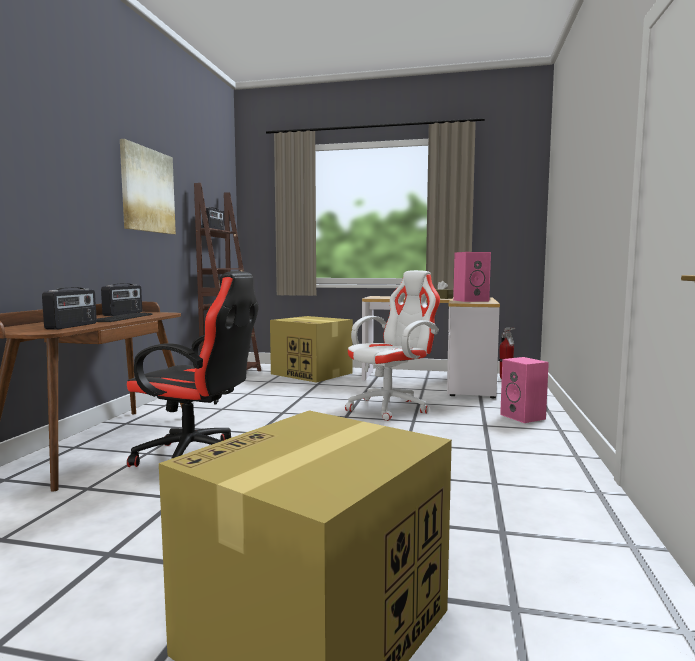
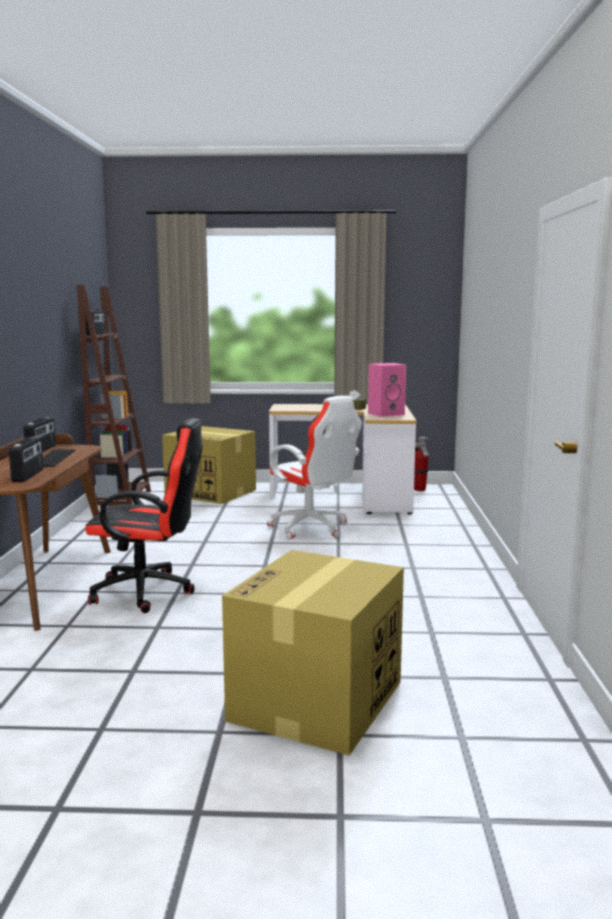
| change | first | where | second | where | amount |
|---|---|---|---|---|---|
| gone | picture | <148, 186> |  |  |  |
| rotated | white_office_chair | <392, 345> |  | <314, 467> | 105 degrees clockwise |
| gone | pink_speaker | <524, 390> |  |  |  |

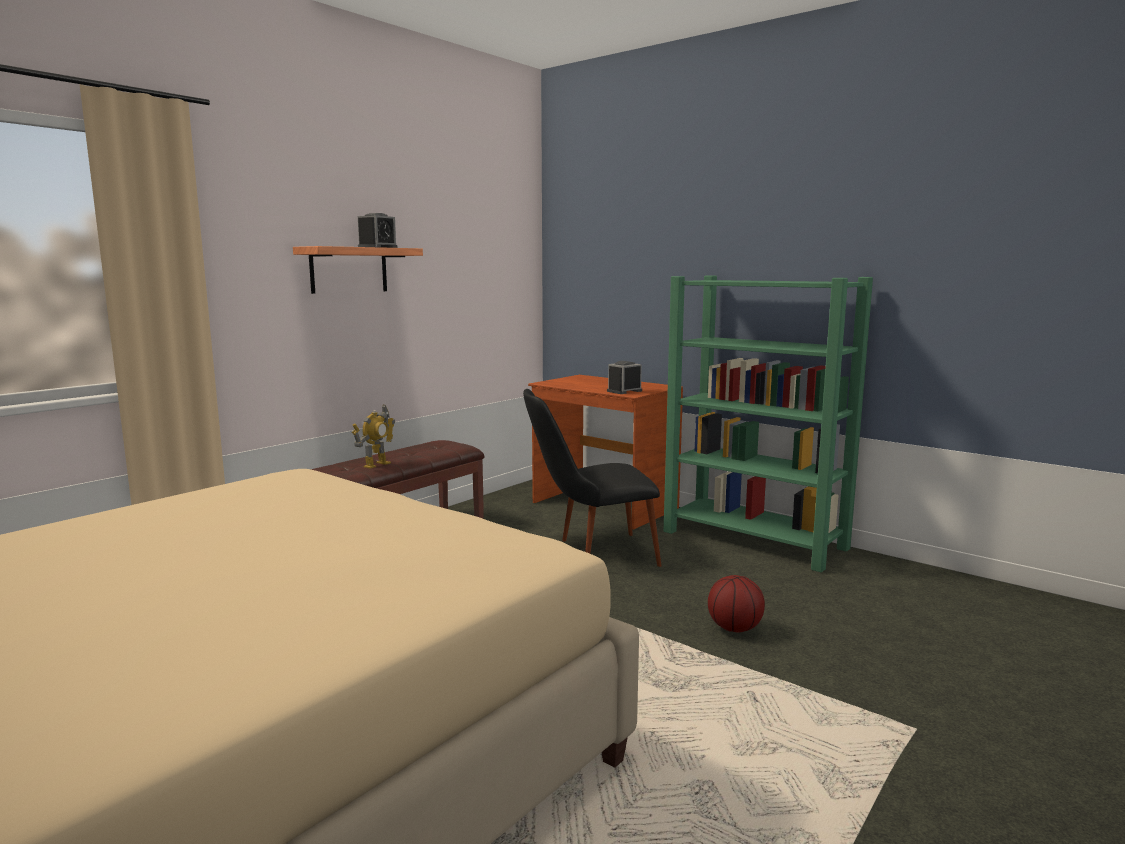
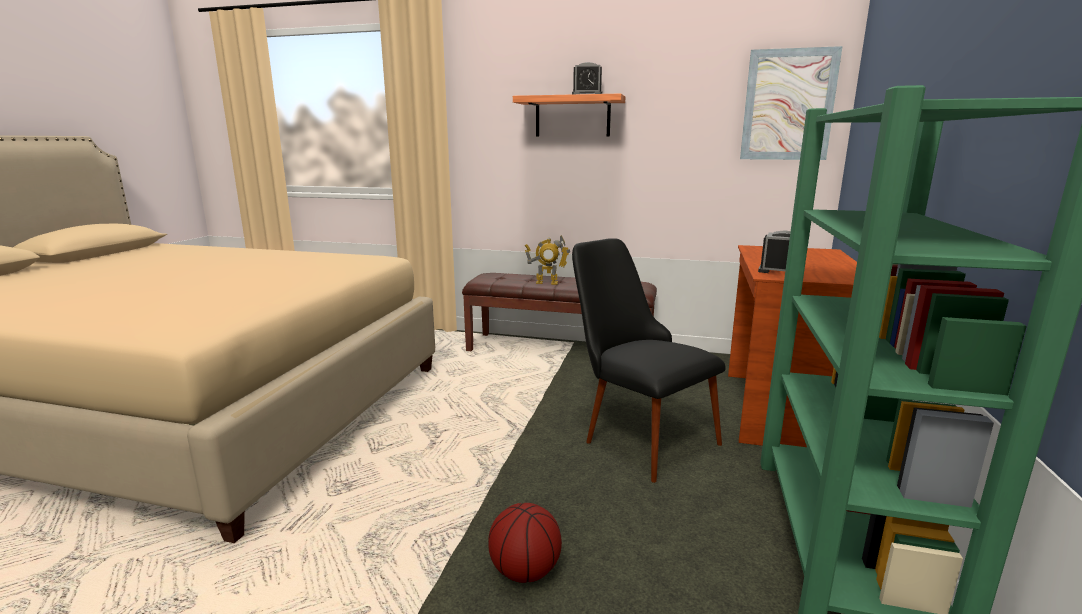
| change | first | where | second | where | amount |
|---|---|---|---|---|---|
| new |  |  | picture | <791, 103> |  |

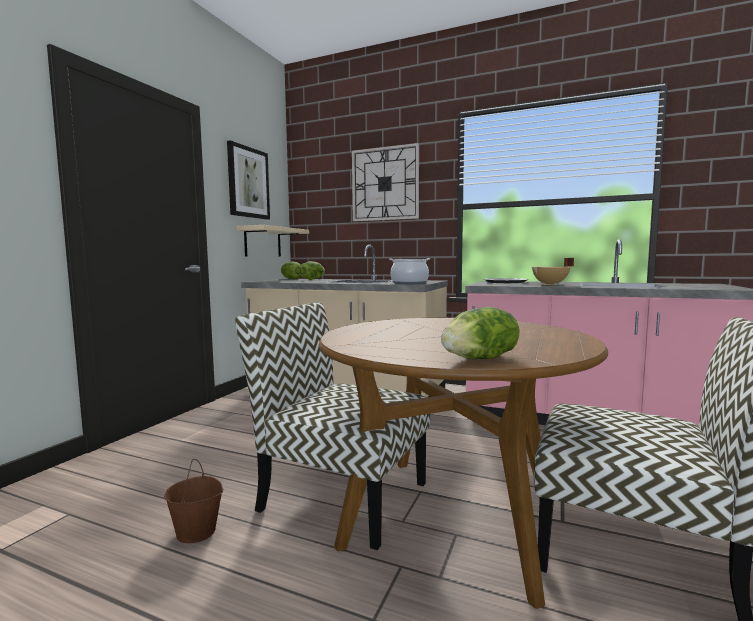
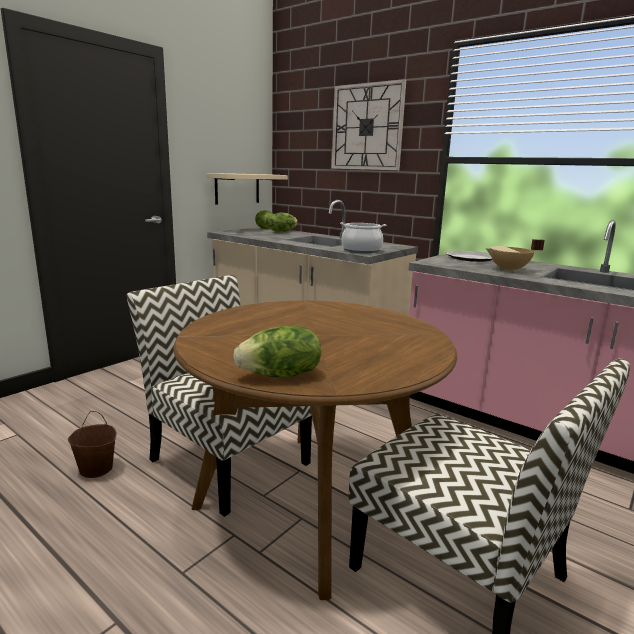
| change | first | where | second | where | amount |
|---|---|---|---|---|---|
| gone | picture | <248, 180> |  |  |  |

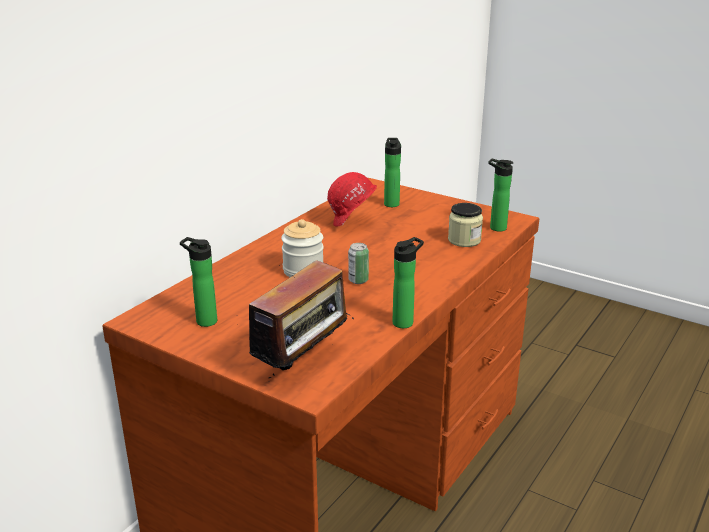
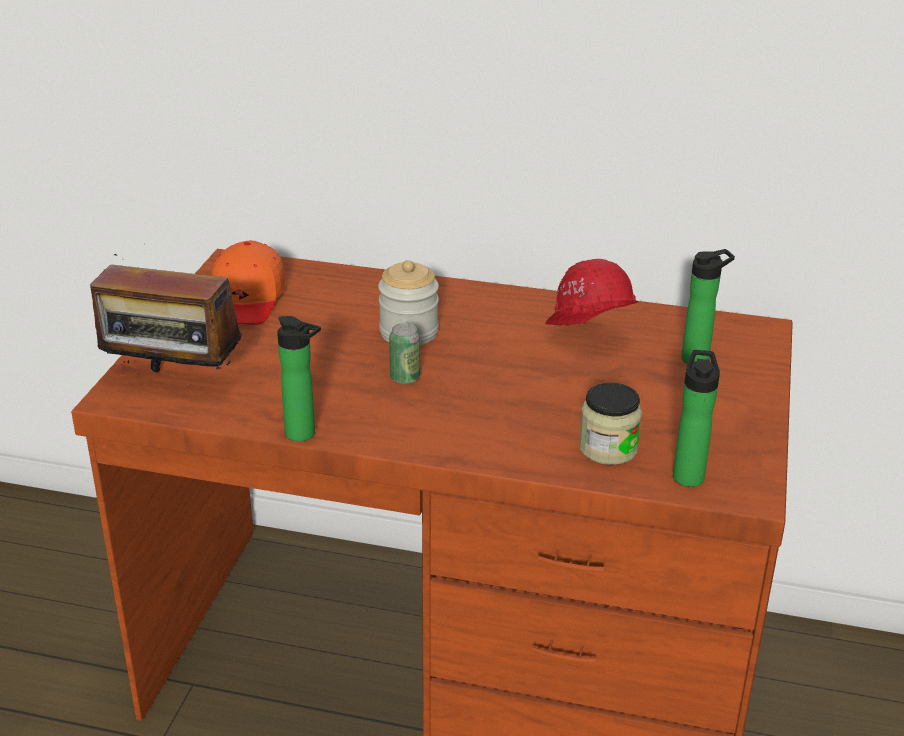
| change | first | where | second | where | amount |
|---|---|---|---|---|---|
| swapped | bottle | <198, 282> | orange_cap | <248, 282> |  |

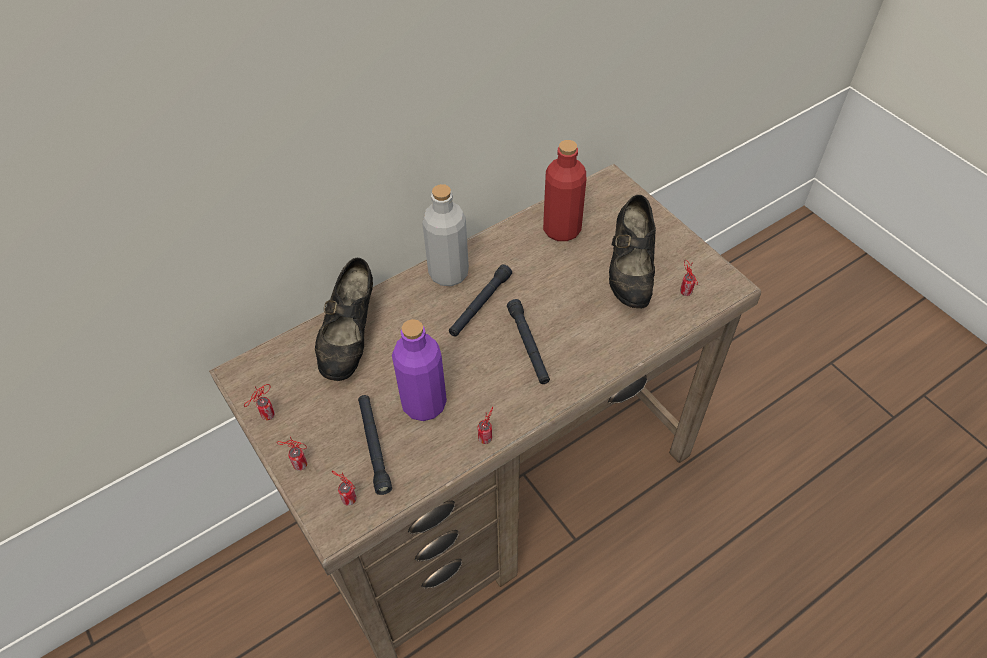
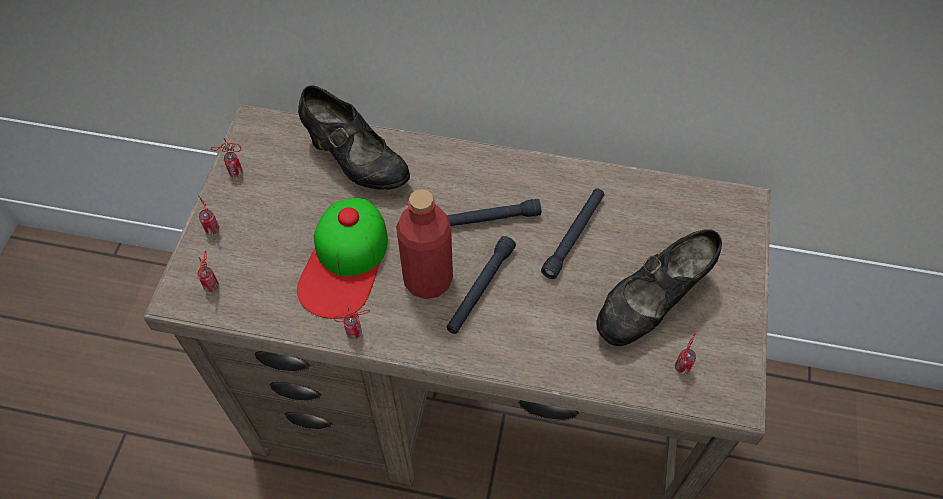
| change | first | where | second | where | amount |
|---|---|---|---|---|---|
| shifted | red_bottle | <564, 190> |  | <424, 244> |  |
| gone | grey_bottle | <445, 235> |  |  |  |
| rotated | black_shoe | <344, 319> |  | <354, 138> | 105 degrees counterclockwise |
| swapped | purple_bottle | <419, 370> | cap | <342, 258> |  |
| shifted | black_flashlight | <375, 445> |  | <572, 234> |  |

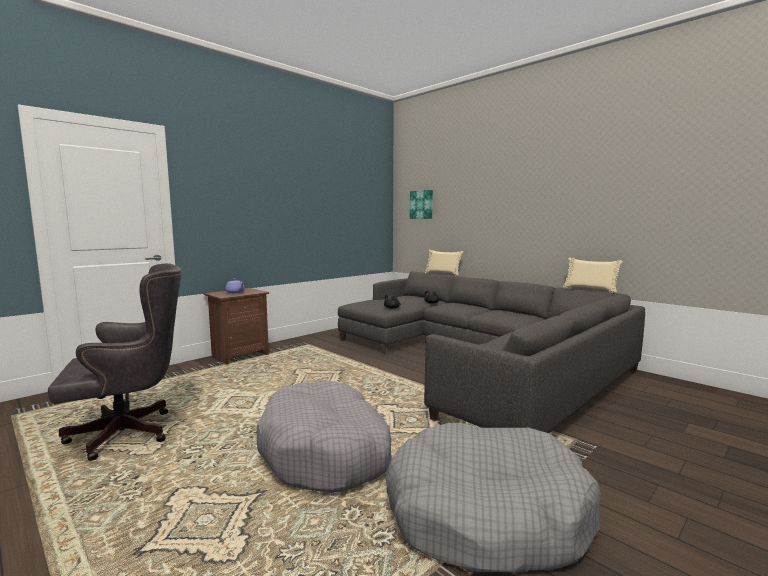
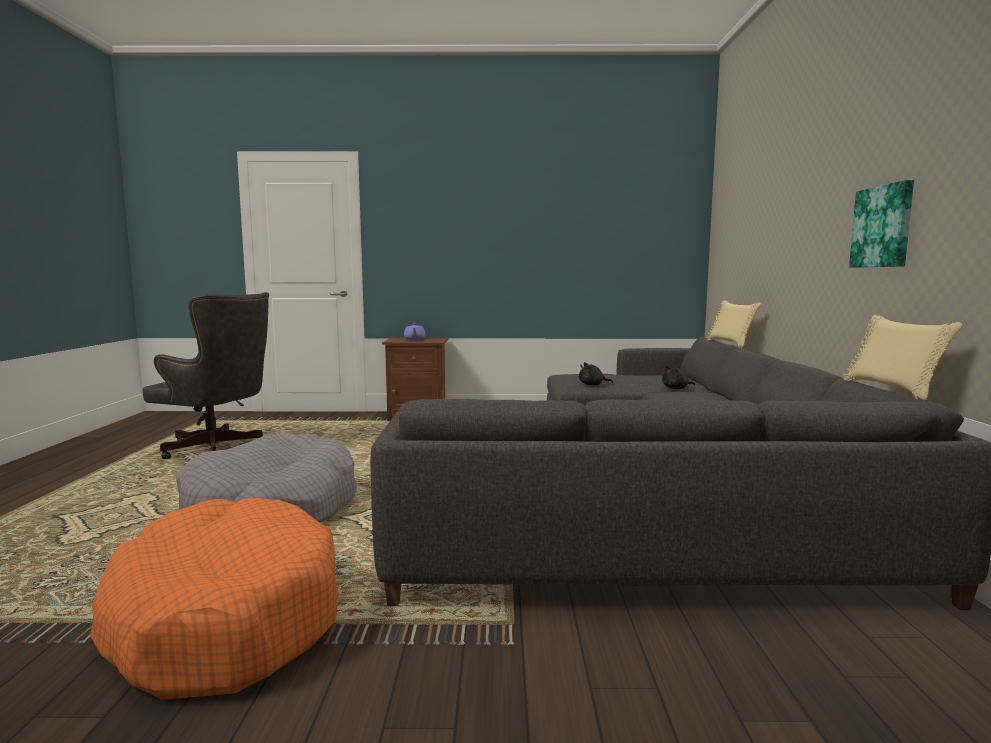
| change | first | where | second | where | amount |
|---|---|---|---|---|---|
| shifted | picture | <421, 204> |  | <881, 224> |  |
| repainted | grey_dog_bed | <493, 498> | orange_dog_bed | <214, 599> |  |

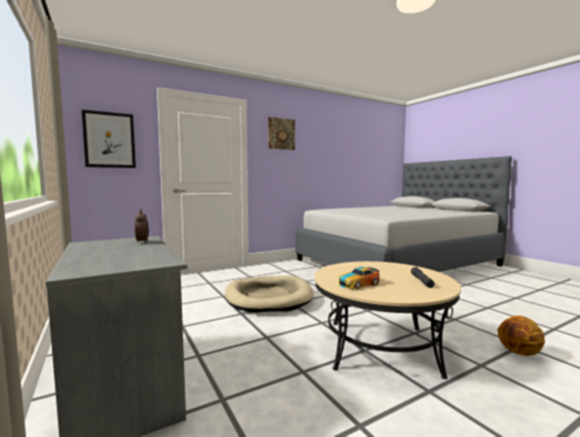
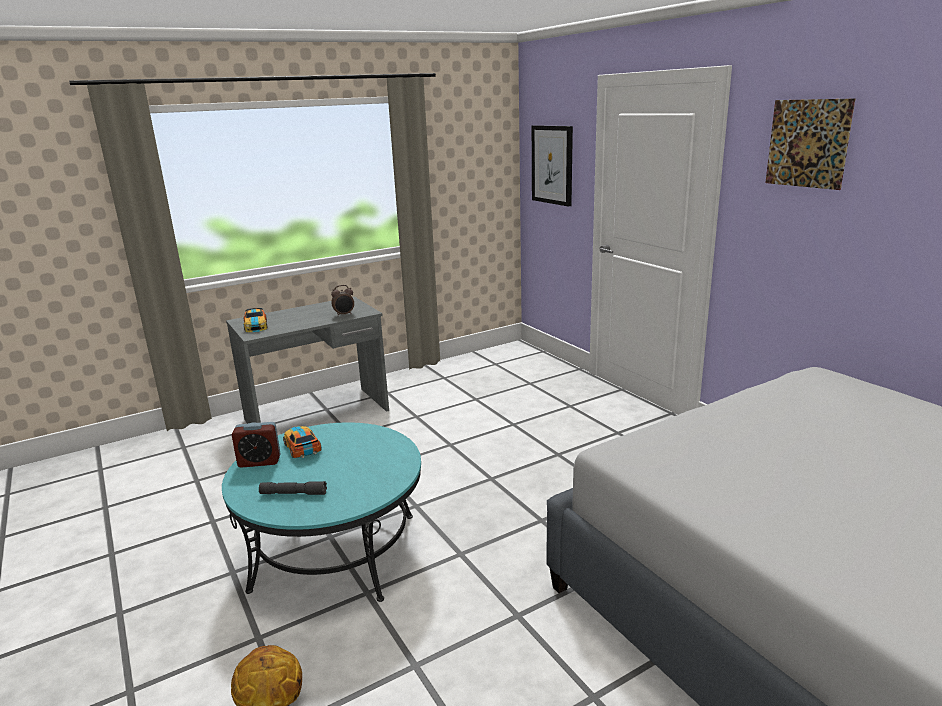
| change | first | where | second | where | amount |
|---|---|---|---|---|---|
| repainted | beige_coffee_table | <388, 320> | turquoise_coffee_table | <321, 512> |  |
| gone | beige_dog_bed | <269, 294> |  |  |  |
| new |  |  | toy_car | <255, 320> |  |
| new |  |  | alarm_clock | <256, 445> |  |

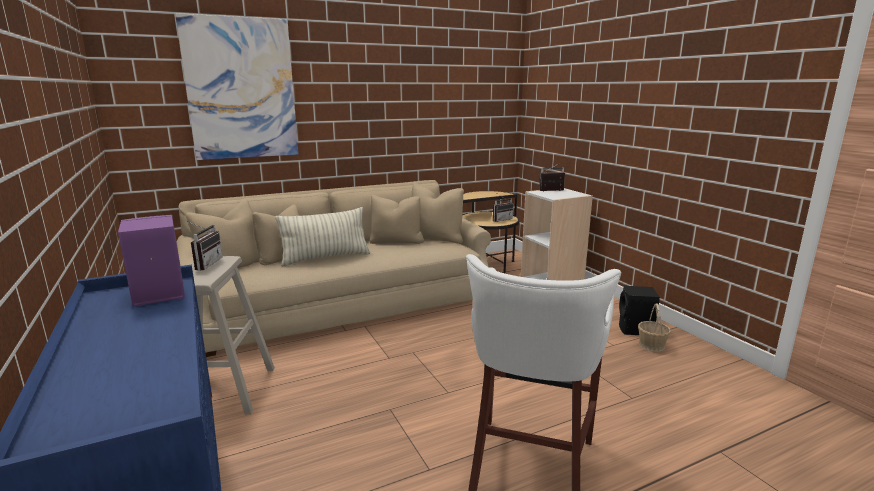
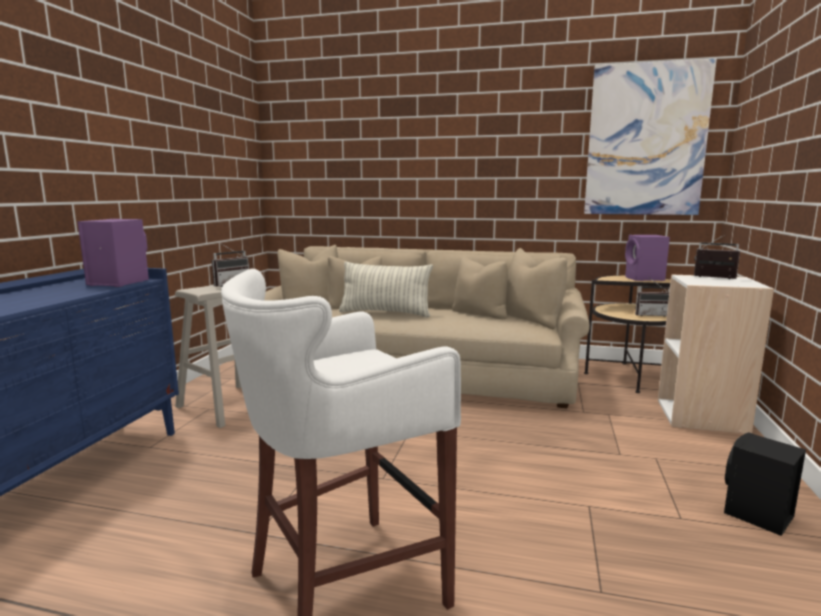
| change | first | where | second | where | amount |
|---|---|---|---|---|---|
| shifted | picture | <237, 86> |  | <650, 137> |  |
| gone | basket | <654, 327> |  |  |  |
| new |  |  | purple_speaker | <647, 258> |  |

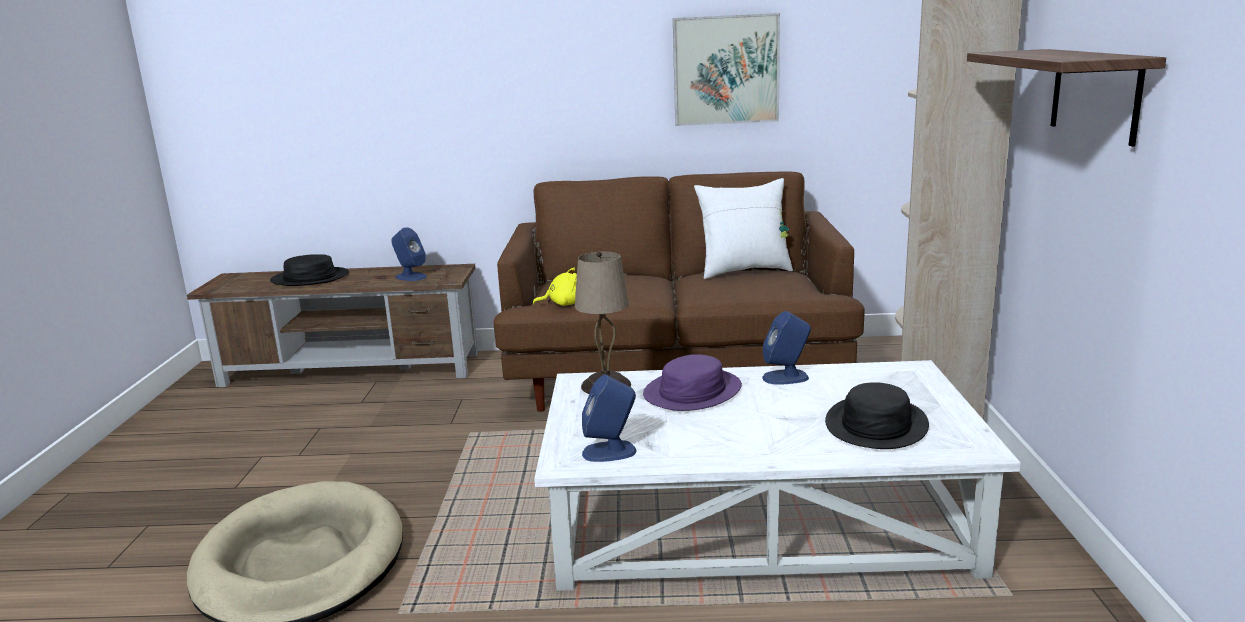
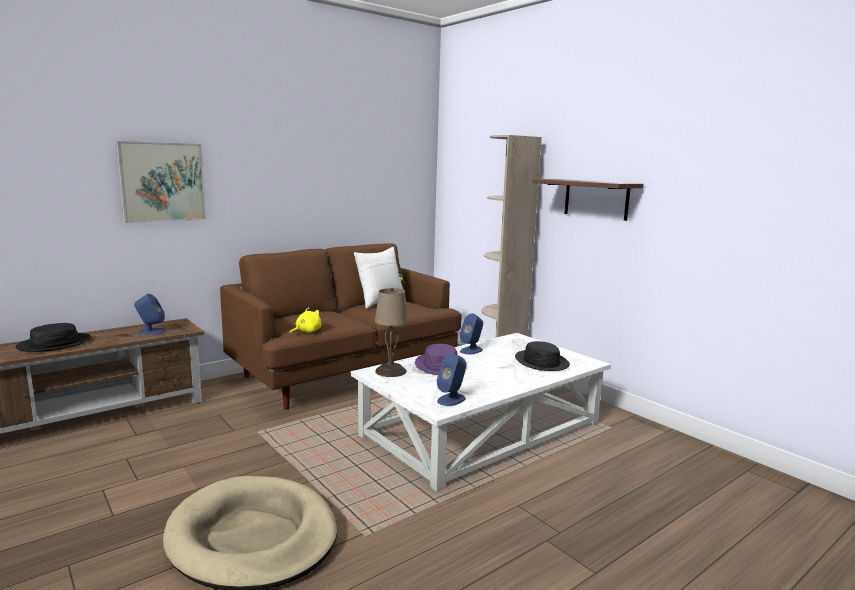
| change | first | where | second | where | amount |
|---|---|---|---|---|---|
| shifted | picture | <726, 69> |  | <161, 182> |  |

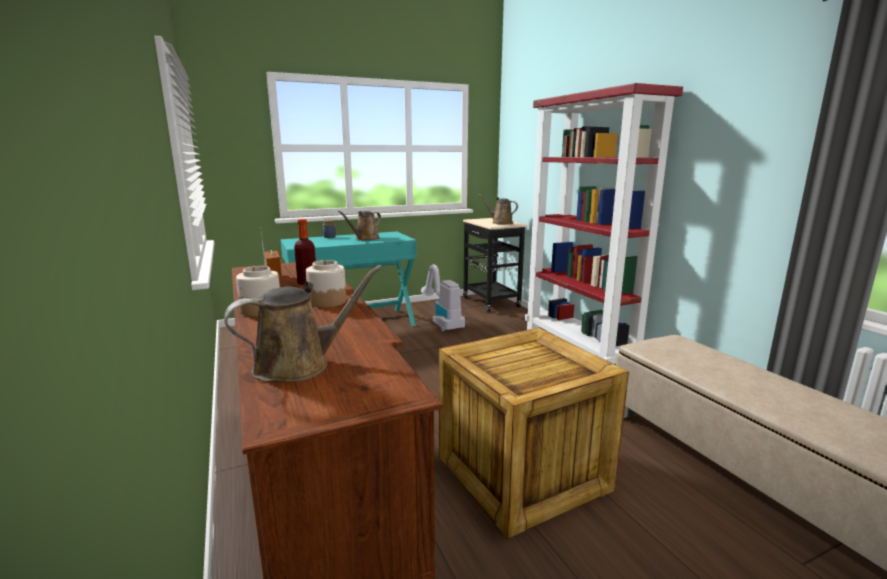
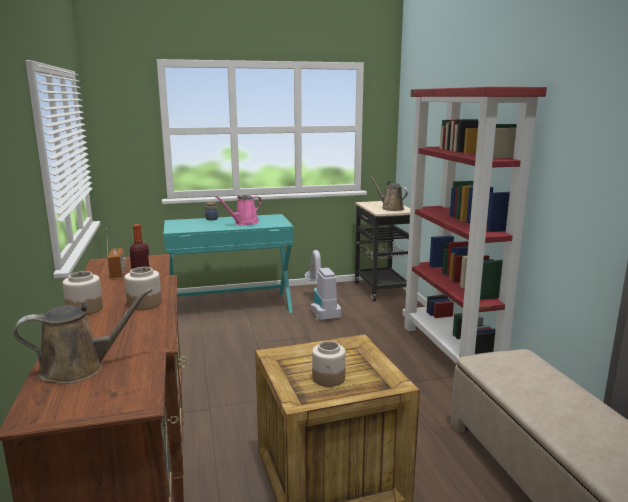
| change | first | where | second | where | amount |
|---|---|---|---|---|---|
| repainted | brown_watering_can | <359, 226> | pink_watering_can | <238, 210> |  |
| new |  |  | jar | <329, 364> |  |

